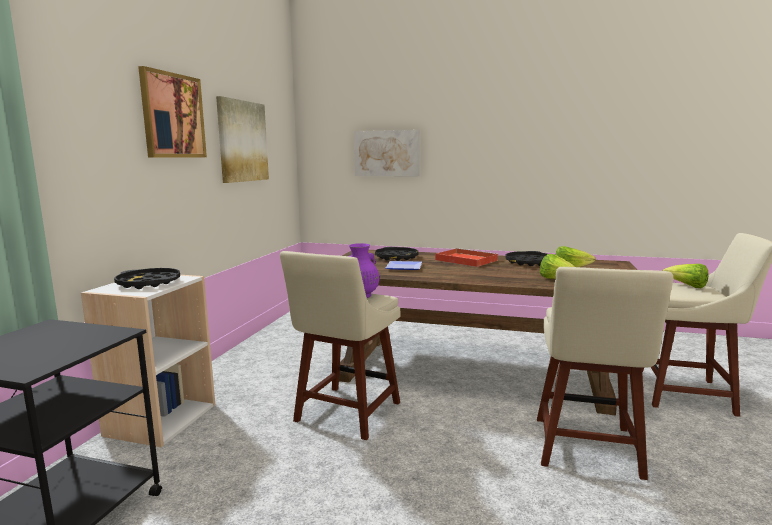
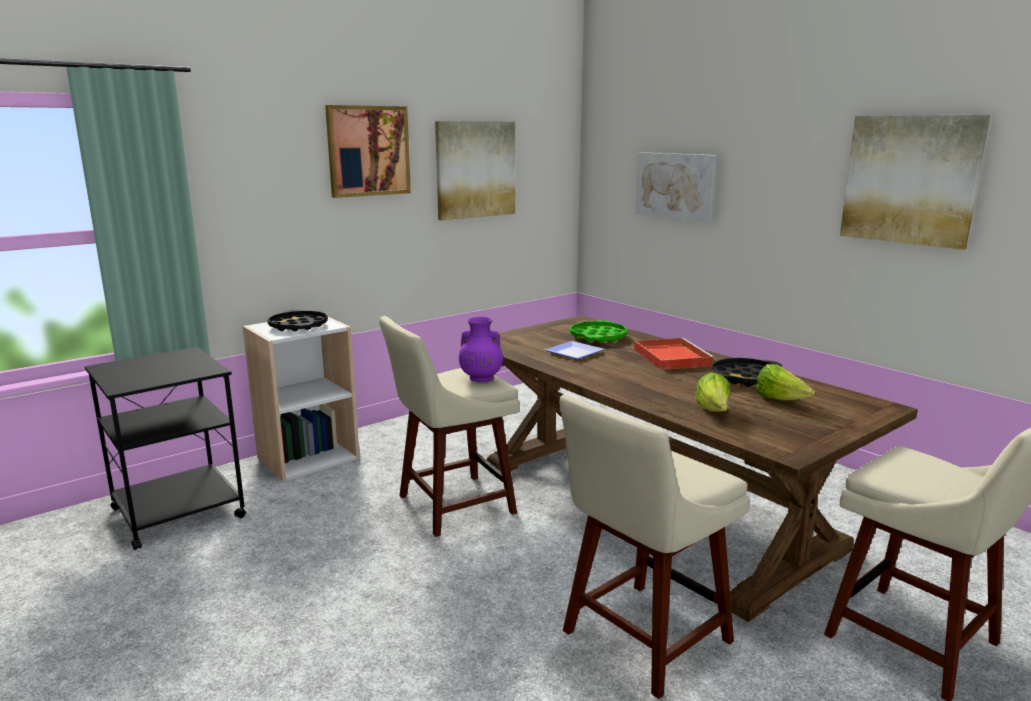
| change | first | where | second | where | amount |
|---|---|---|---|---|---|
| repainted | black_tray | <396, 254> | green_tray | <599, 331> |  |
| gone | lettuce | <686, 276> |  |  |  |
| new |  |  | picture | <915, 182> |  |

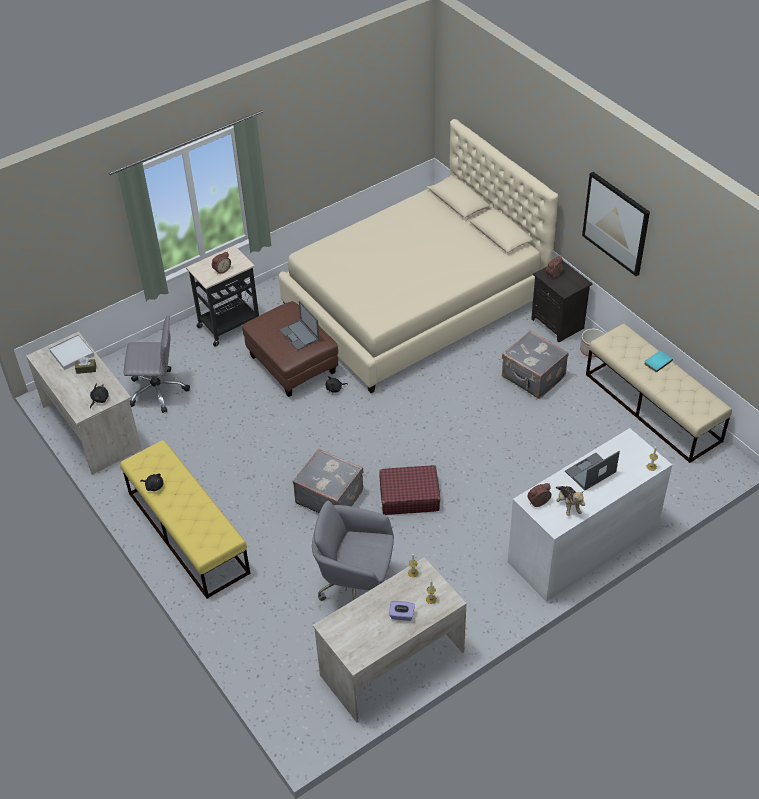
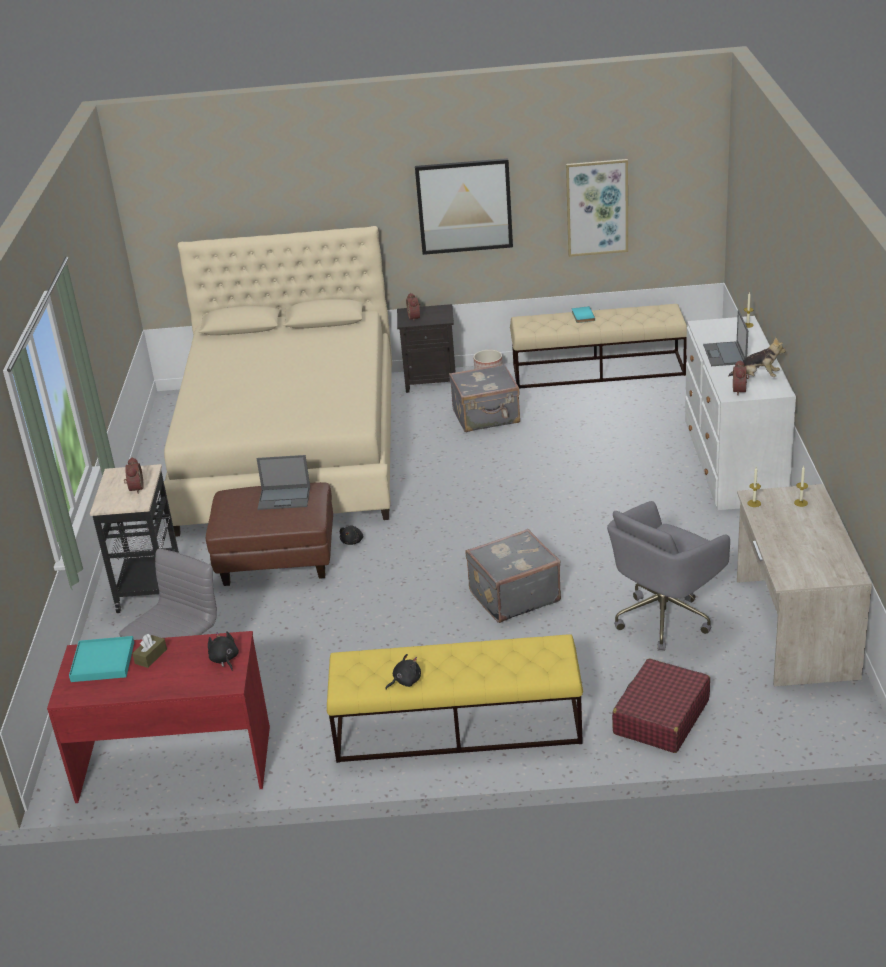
| change | first | where | second | where | amount |
|---|---|---|---|---|---|
| repainted | beige_desk | <84, 403> | red_desk | <158, 717> |  |
| repainted | white_tray | <72, 352> | turquoise_tray | <101, 659> |  |
| shifted | red_suitcase | <409, 490> |  | <661, 705> |  |
| gone | purple_tissue_box | <402, 611> |  |  |  |
| new |  |  | picture | <597, 208> |  |

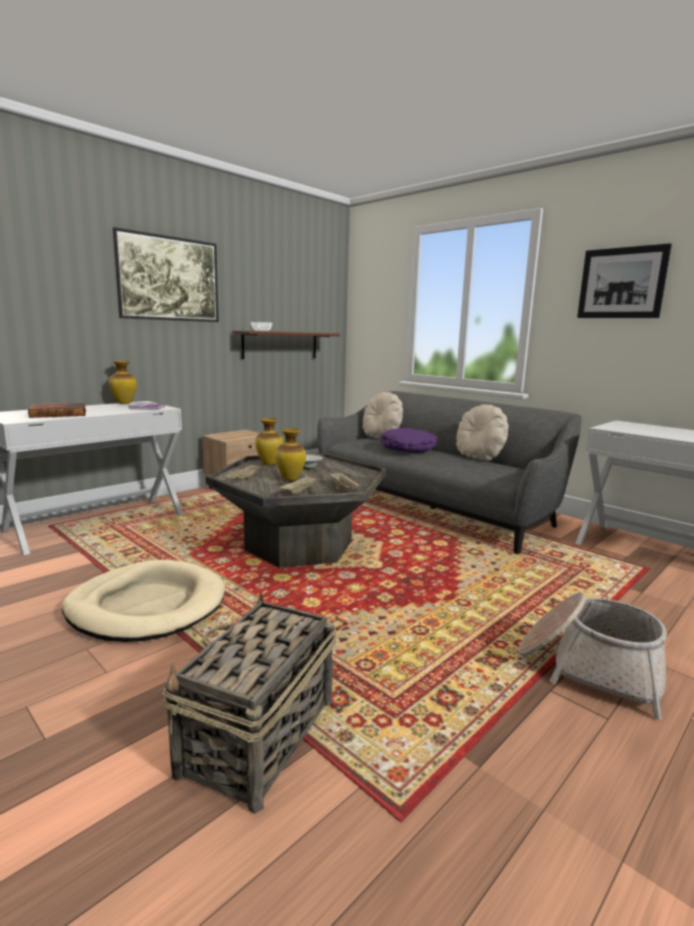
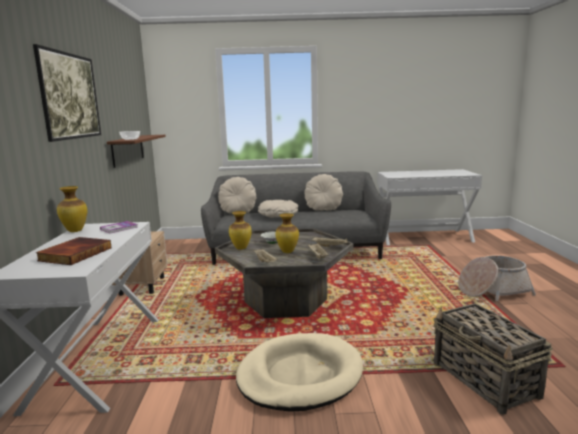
| change | first | where | second | where | amount |
|---|---|---|---|---|---|
| gone | picture | <624, 280> |  |  |  |
| repainted | purple_pillow | <408, 440> | beige_pillow | <278, 209> |  |

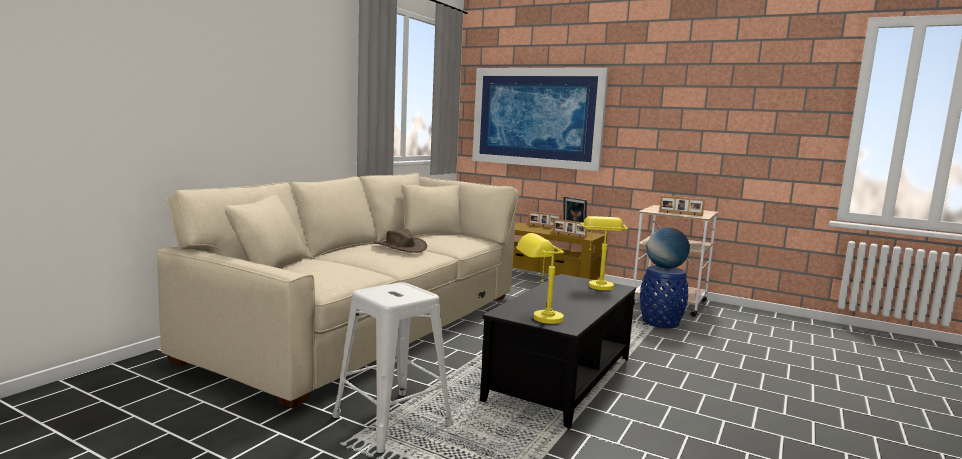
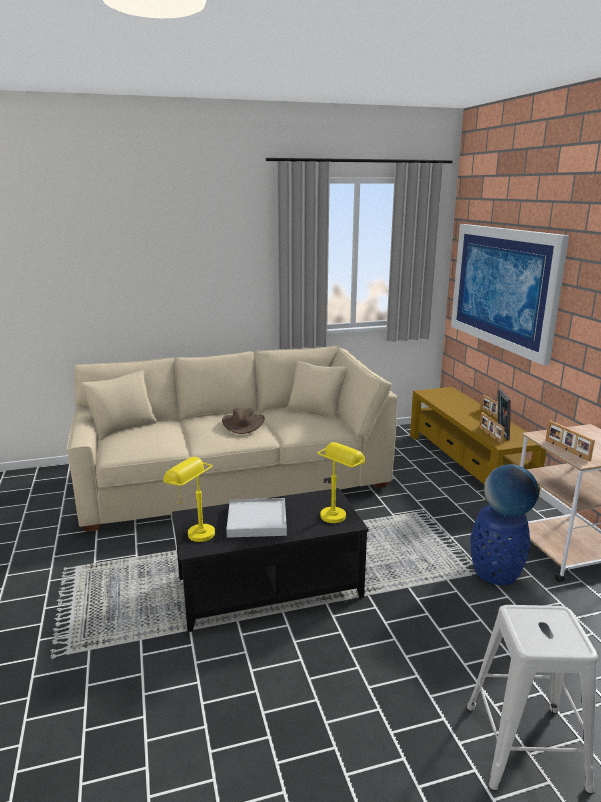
| change | first | where | second | where | amount |
|---|---|---|---|---|---|
| shifted | white_stool | <392, 368> |  | <532, 699> |  |
| new |  |  | white_tray | <256, 518> |  |

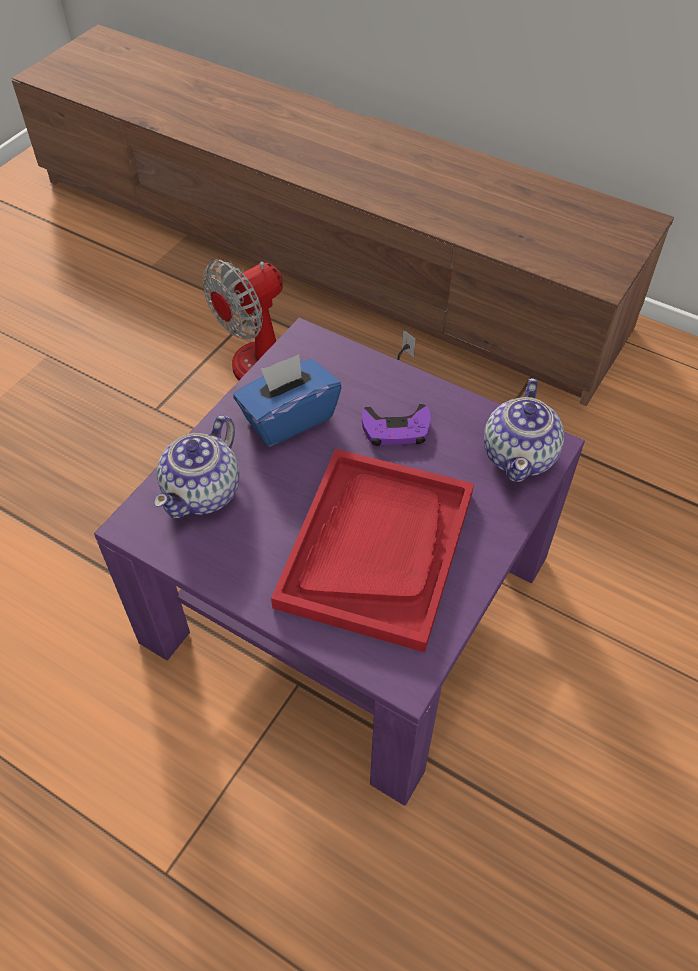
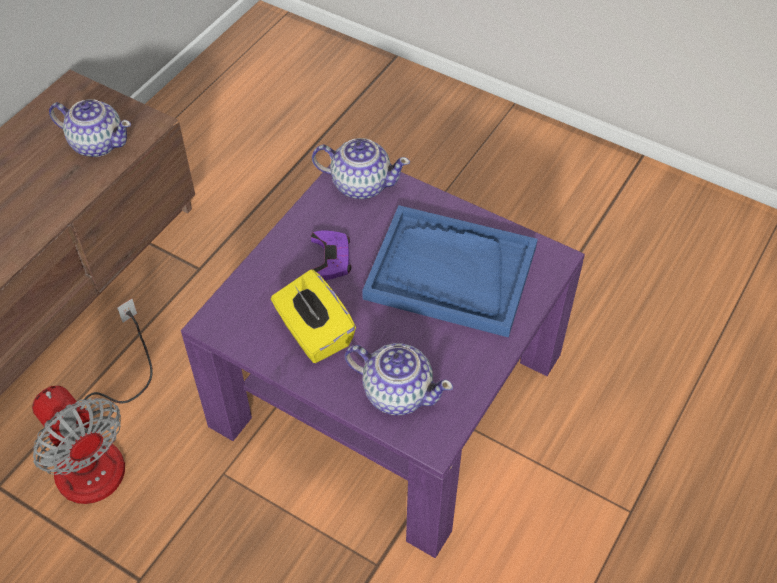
| change | first | where | second | where | amount |
|---|---|---|---|---|---|
| repainted | blue_tissue_box | <287, 400> | yellow_tissue_box | <313, 316> |  |
| repainted | red_tray | <372, 551> | blue_tray | <450, 271> |  |
| new |  |  | teapot | <90, 128> |  |

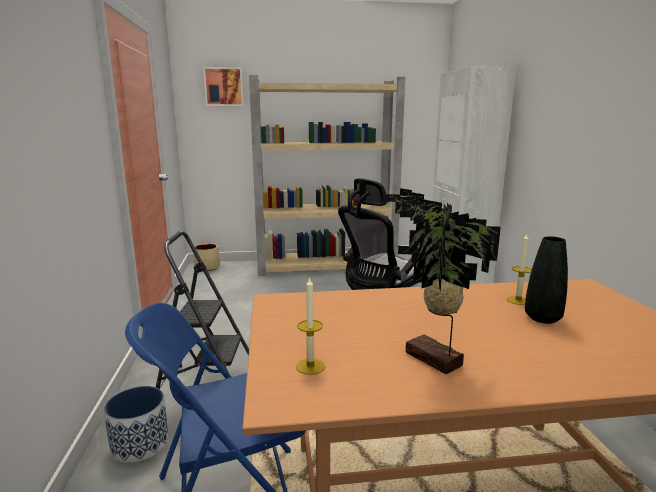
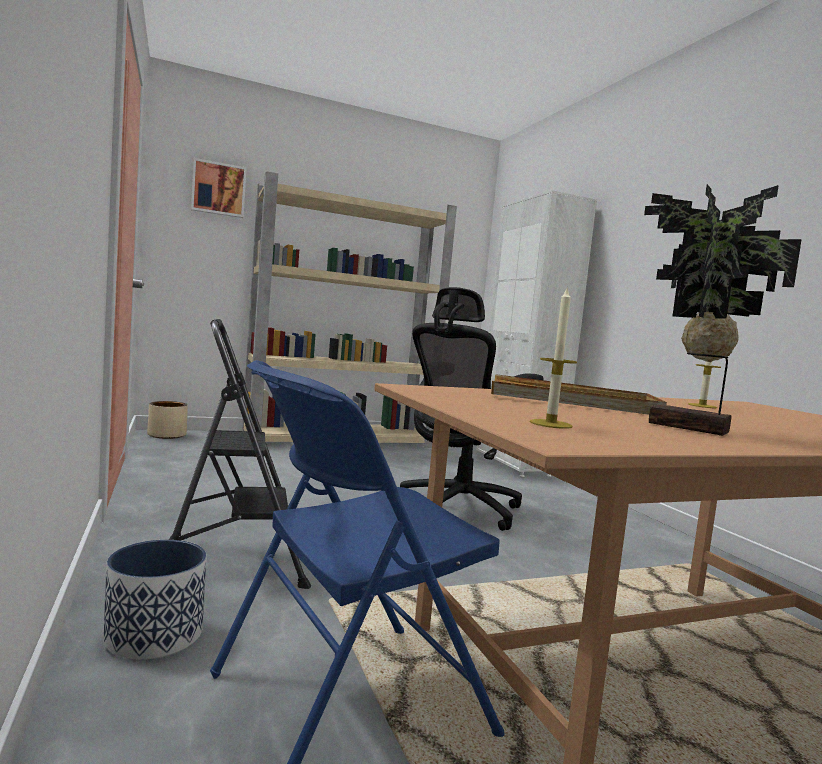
| change | first | where | second | where | amount |
|---|---|---|---|---|---|
| gone | black_vase | <546, 280> |  |  |  |
| new |  |  | beige_tray | <579, 394> |  |

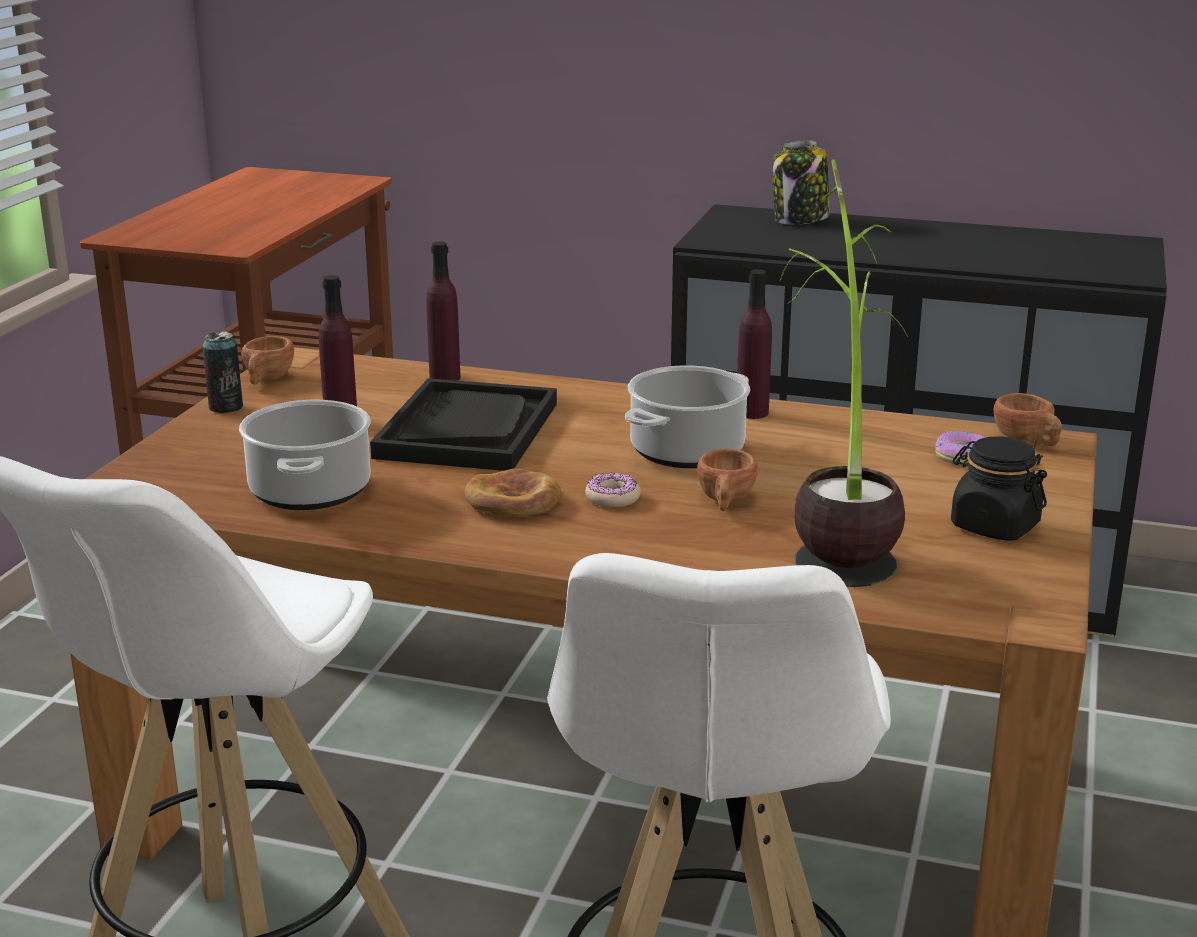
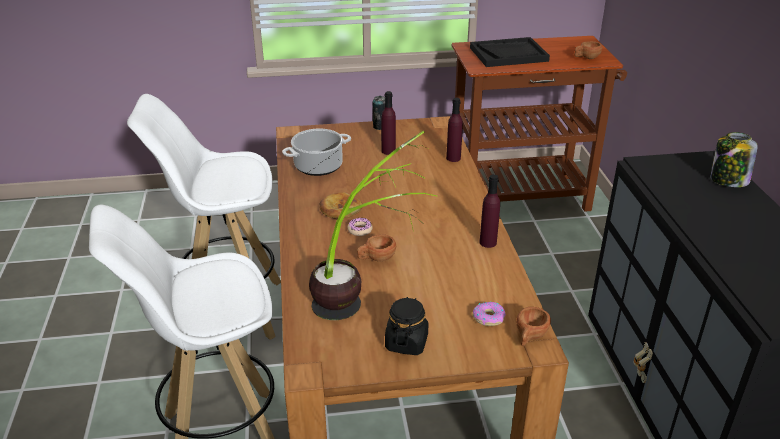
| change | first | where | second | where | amount |
|---|---|---|---|---|---|
| shifted | brown_cup | <267, 360> |  | <588, 50> |  |
| gone | cooking_pot | <687, 416> |  |  |  |
| shifted | black_tray | <463, 424> |  | <510, 52> |  |

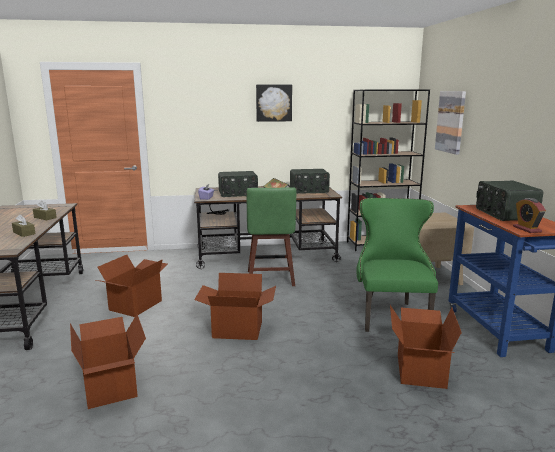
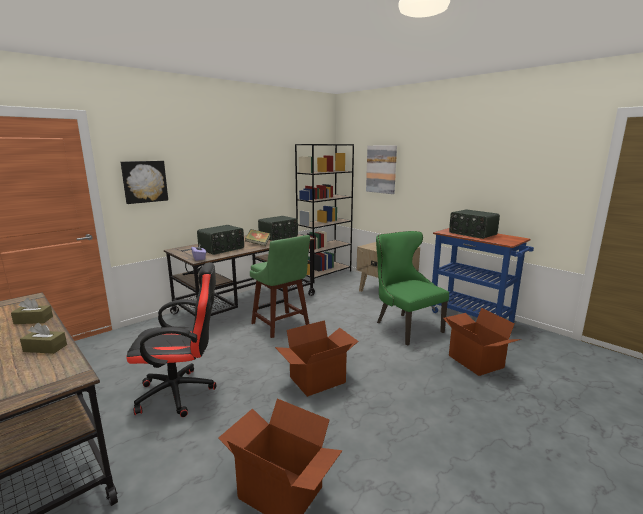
| change | first | where | second | where | amount |
|---|---|---|---|---|---|
| shifted | picture | <274, 103> |  | <144, 182> |  |
| gone | alarm_clock | <529, 215> |  |  |  |
| swapped | cardboard_box | <131, 286> | black_office_chair | <171, 339> |  |

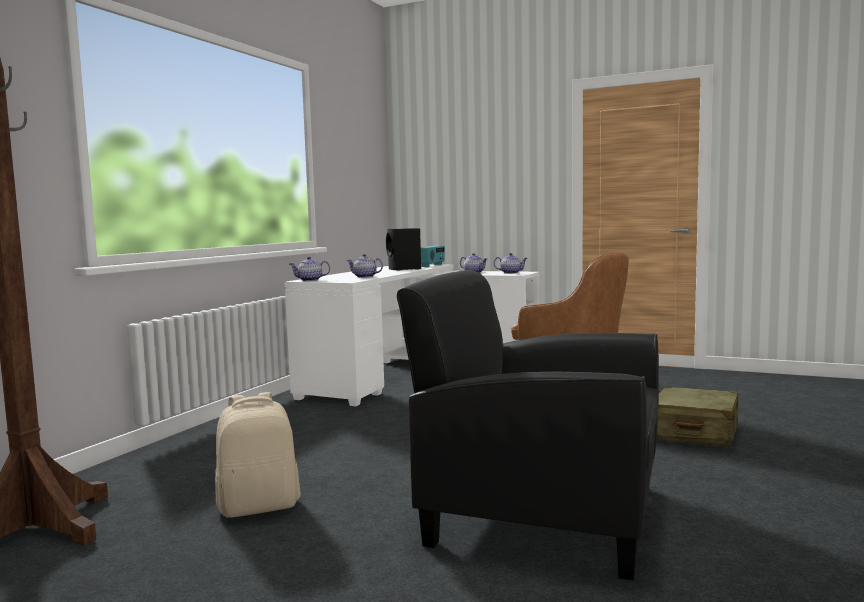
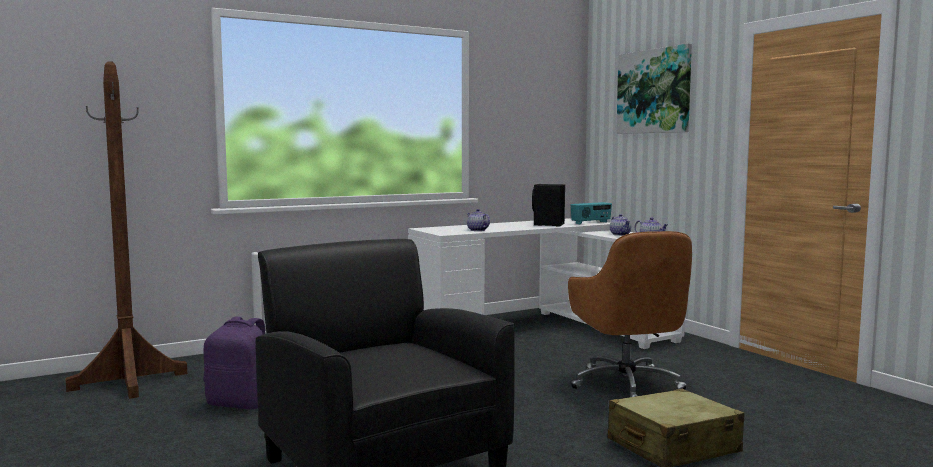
| change | first | where | second | where | amount |
|---|---|---|---|---|---|
| gone | teapot | <310, 269> |  |  |  |
| repainted | beige_backpack | <258, 455> | purple_backpack | <234, 363> |  |
| new |  |  | picture | <654, 88> |  |

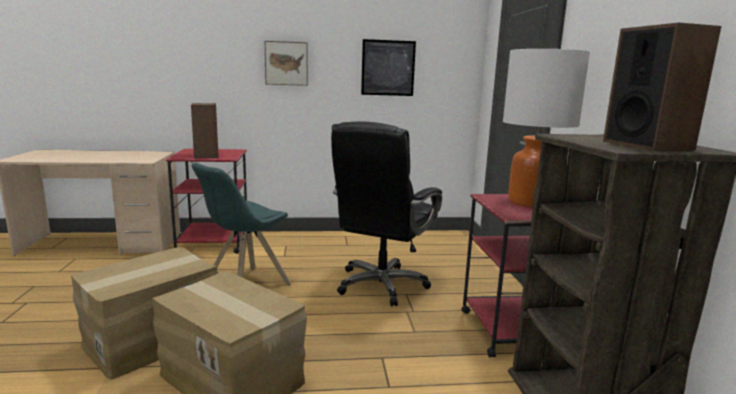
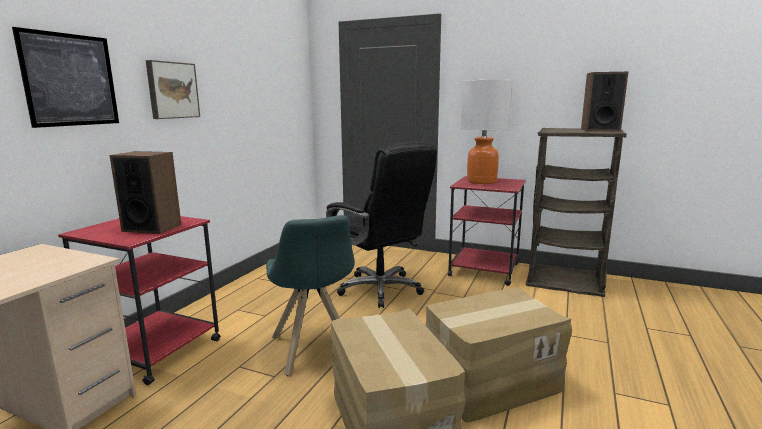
| change | first | where | second | where | amount |
|---|---|---|---|---|---|
| shifted | picture | <388, 67> |  | <65, 77> |  |

